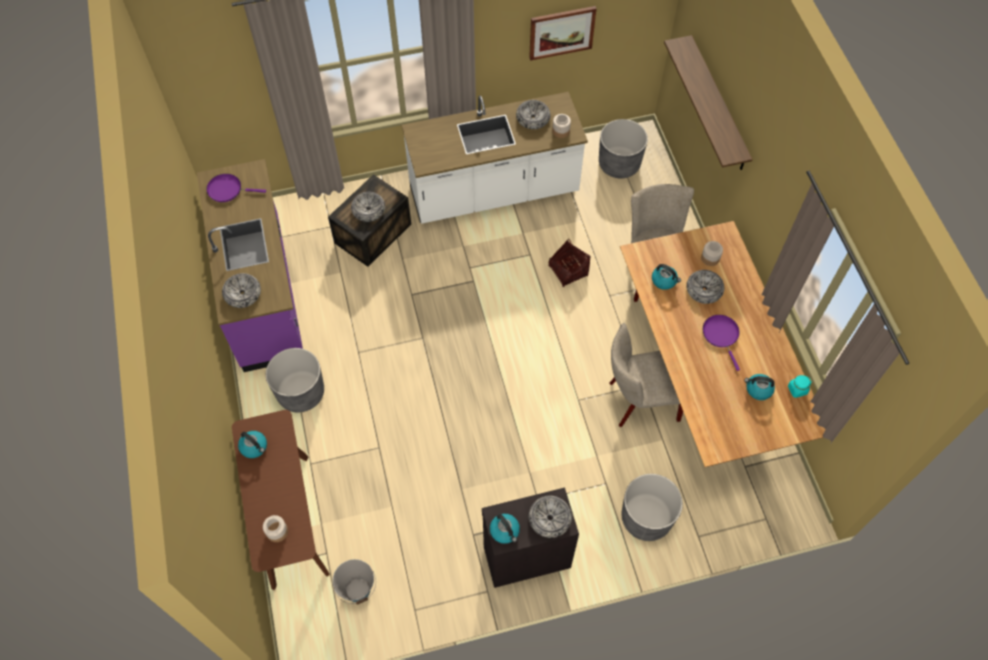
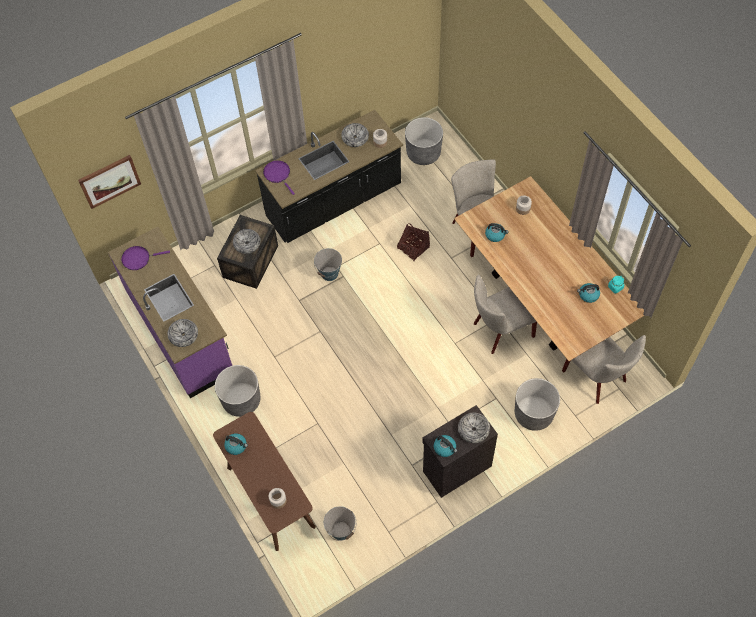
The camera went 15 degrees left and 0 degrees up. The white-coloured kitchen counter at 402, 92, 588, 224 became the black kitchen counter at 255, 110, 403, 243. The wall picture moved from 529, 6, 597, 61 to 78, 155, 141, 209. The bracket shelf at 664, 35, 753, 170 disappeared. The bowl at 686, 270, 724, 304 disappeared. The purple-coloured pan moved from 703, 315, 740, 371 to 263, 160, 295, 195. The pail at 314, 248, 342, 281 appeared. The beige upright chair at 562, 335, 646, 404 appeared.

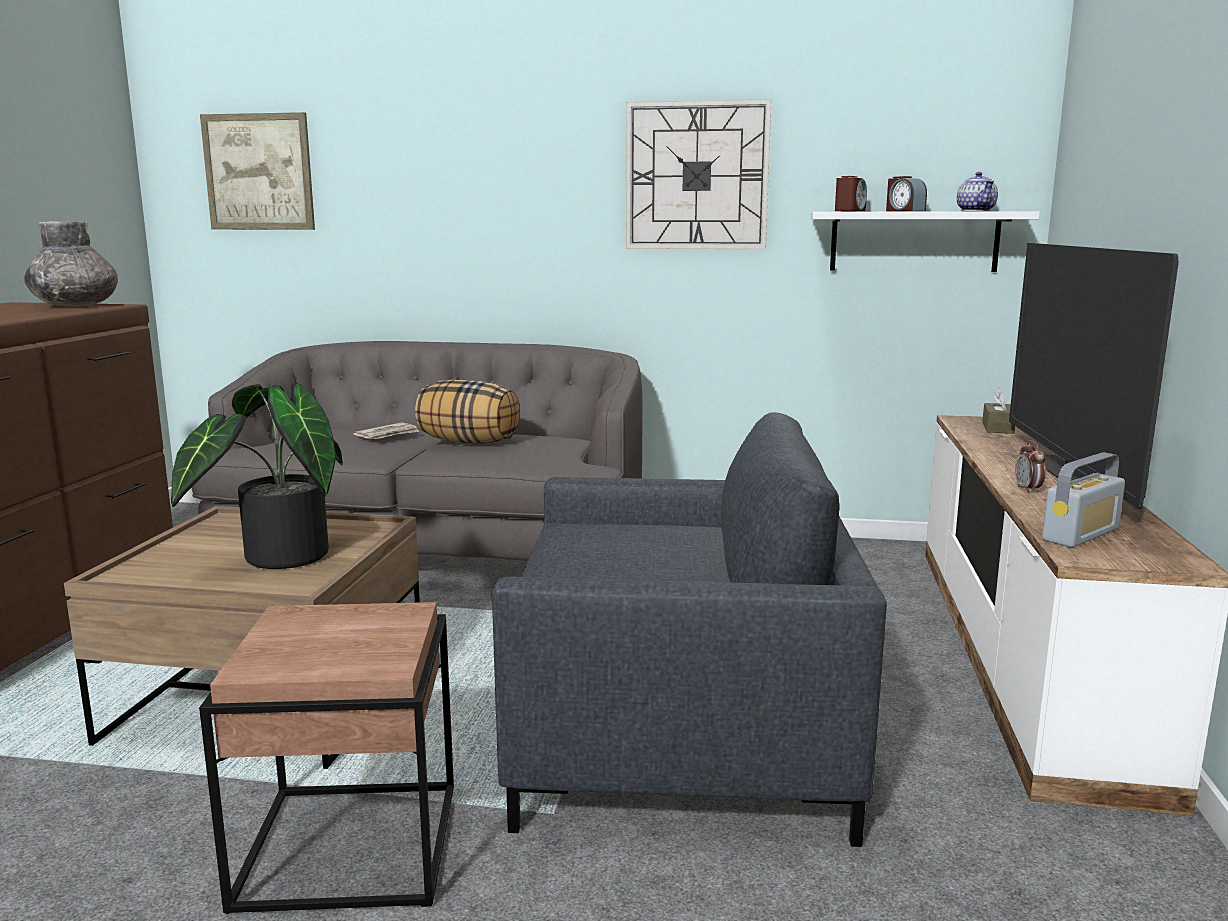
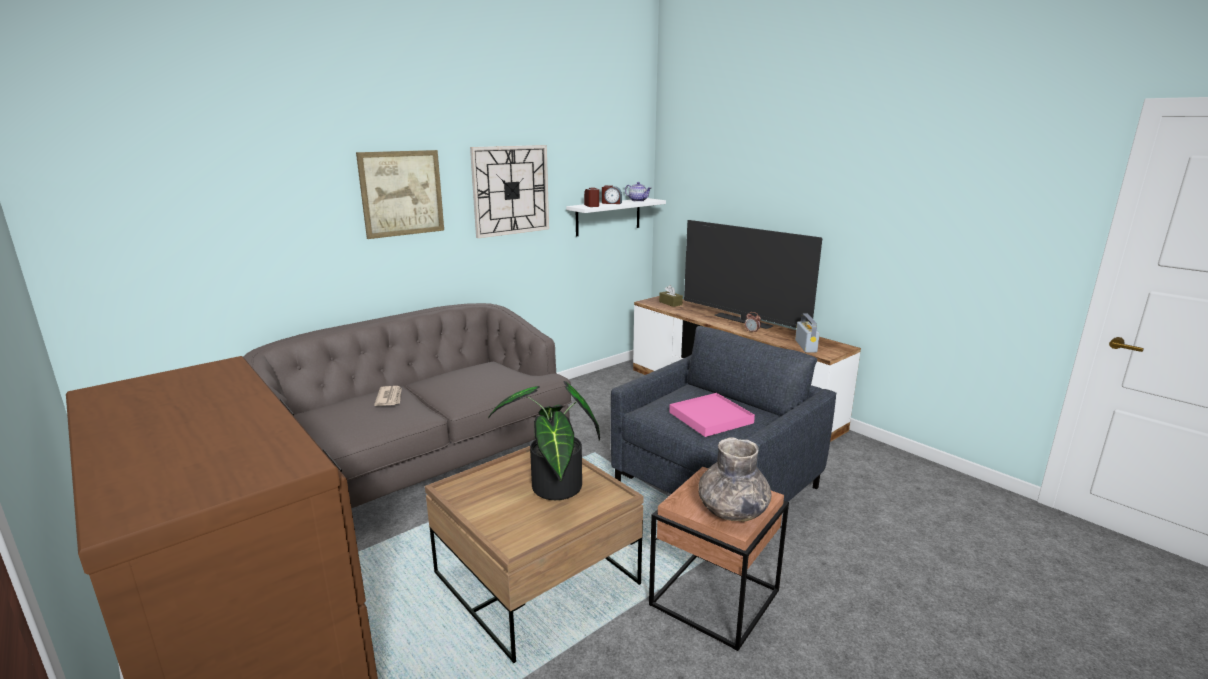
The camera went 50 degrees left and 5 degrees up. The gray decorative vase moved from 24, 221, 118, 306 to 698, 438, 771, 522. The wall picture moved from 200, 112, 315, 230 to 356, 150, 444, 239. The cushion at 415, 380, 520, 444 disappeared. The pink carrying tray at 669, 393, 755, 437 appeared.

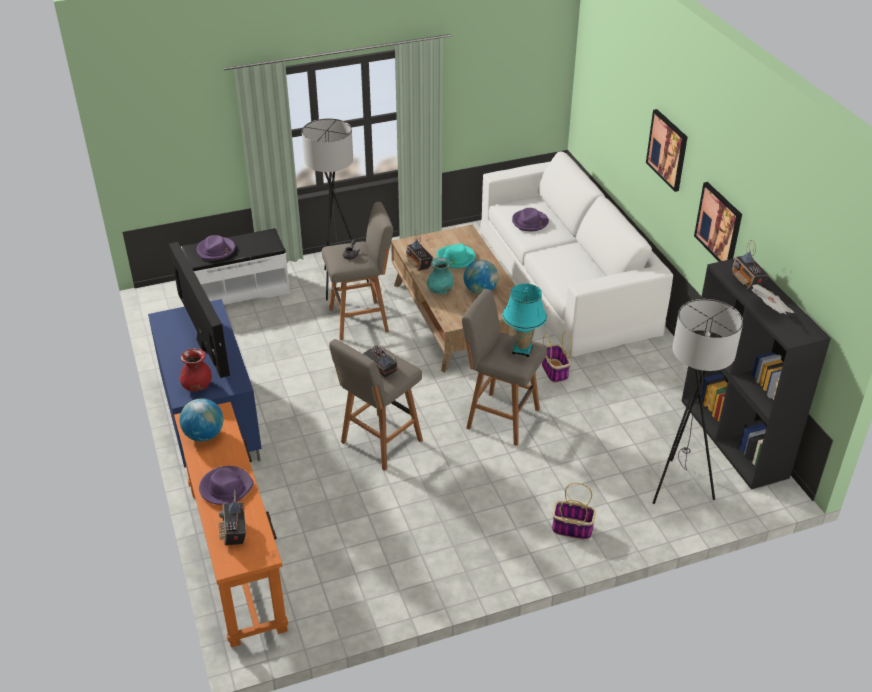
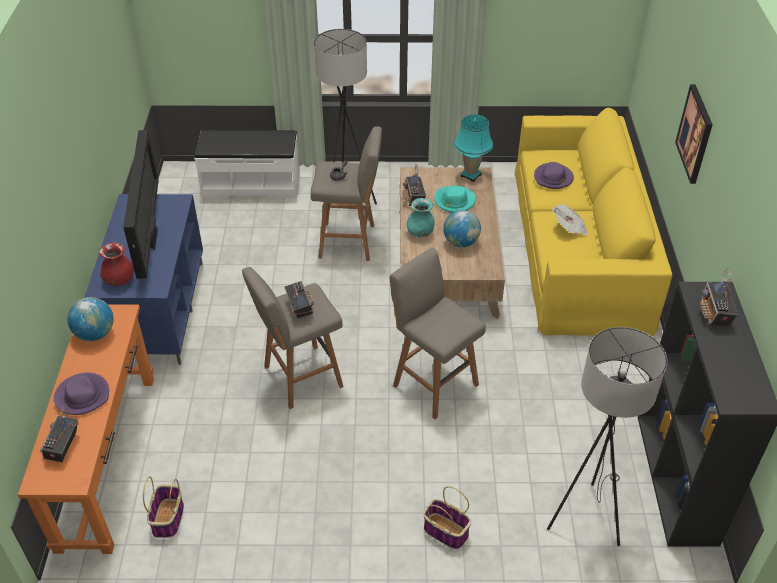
The camera went 20 degrees right and 5 degrees up. The purple-coloured hat at 197, 235, 235, 260 disappeared. The white-coloured couch at 480, 152, 673, 357 became the yellowish couch at 515, 108, 672, 336. The turquoise-coloured table lamp moved from 502, 283, 547, 357 to 454, 115, 493, 182. The storage basket moved from 542, 331, 572, 383 to 143, 476, 184, 538. The wall picture at 694, 182, 742, 262 disappeared. The printed paper moved from 751, 284, 794, 314 to 553, 204, 589, 236.

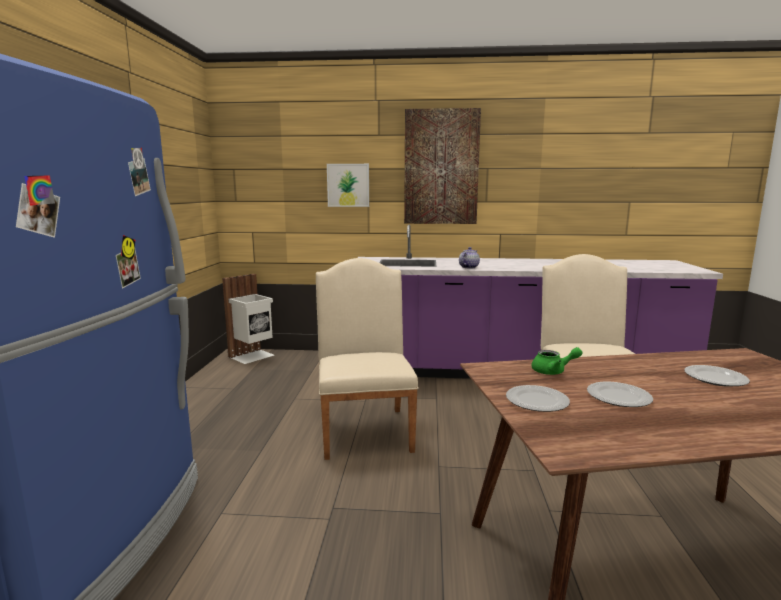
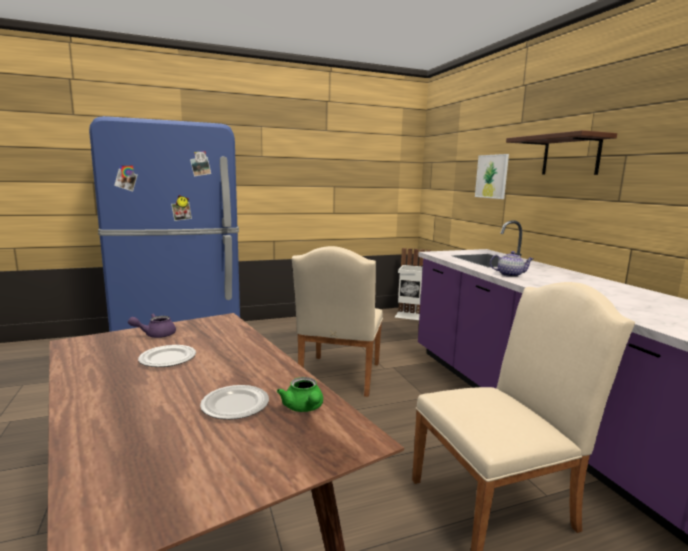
The camera went 65 degrees right and 0 degrees up. The beige upright chair at 316, 258, 419, 460 turned 135 degrees clockwise. The wall picture at 404, 108, 481, 224 was replaced by the brown bracket shelf at 506, 130, 617, 175. The flat dish at 506, 385, 570, 412 was replaced by the purple-coloured tea pot at 128, 314, 176, 338. The green-coloured tea pot moved from 532, 347, 582, 375 to 277, 377, 323, 412.

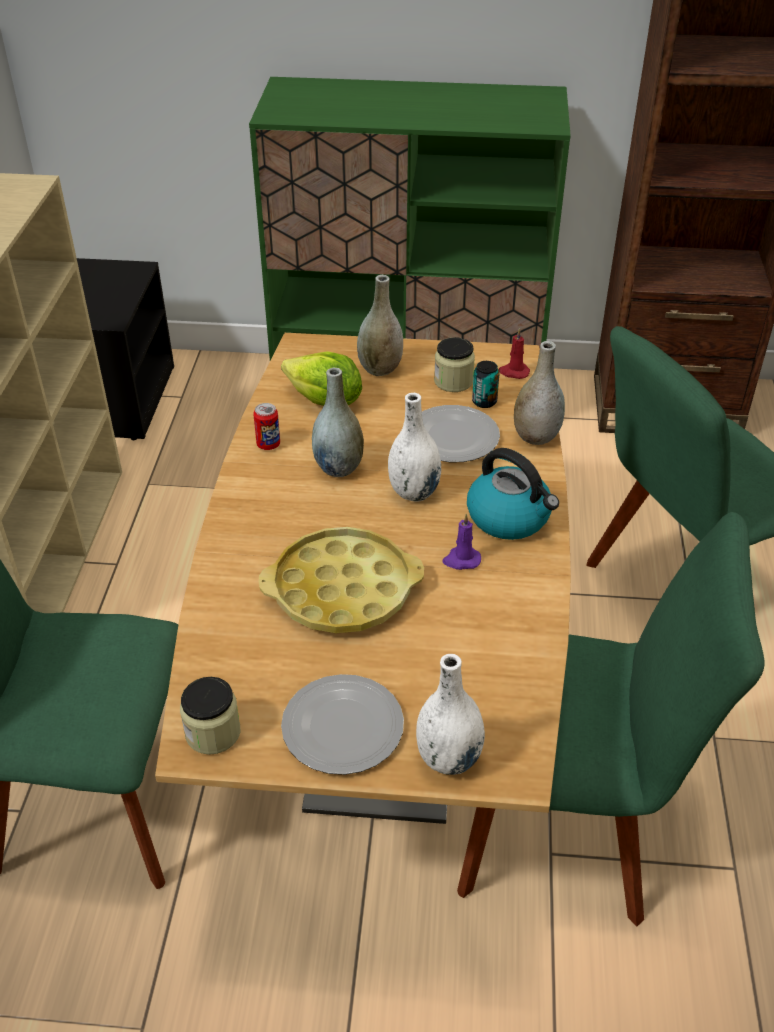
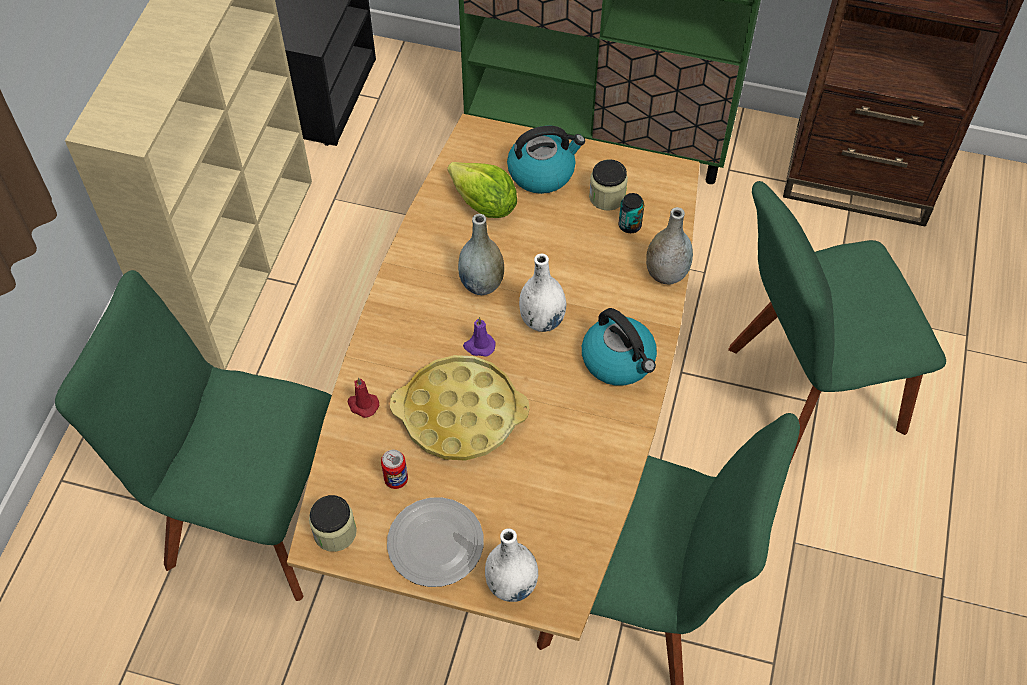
The camera went 10 degrees right and 15 degrees up. The can moved from 253, 403, 280, 450 to 381, 450, 408, 489. The gray decorative vase at 357, 275, 403, 376 was replaced by the kettle at 507, 126, 585, 194. The flat dish at 422, 405, 500, 462 disappeared. The purple-coloured wax candle moved from 442, 514, 481, 570 to 463, 317, 495, 356. The red wax candle moved from 499, 329, 530, 379 to 348, 377, 379, 418.

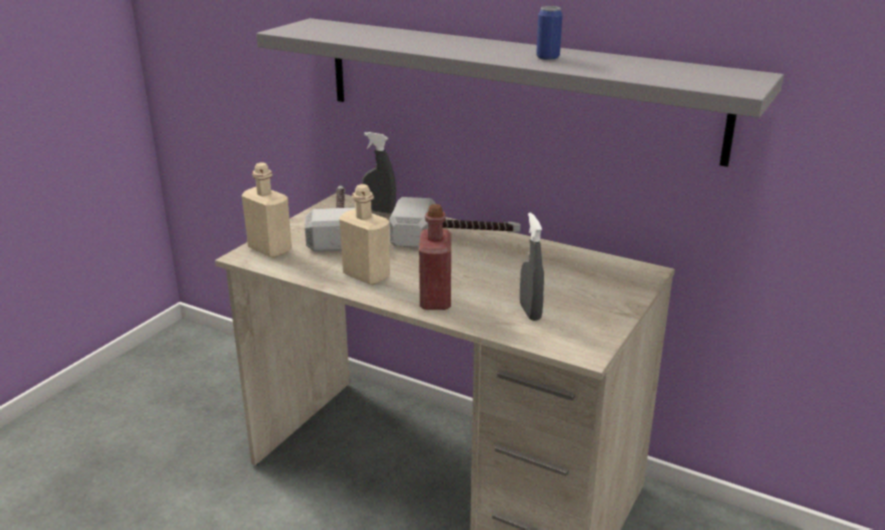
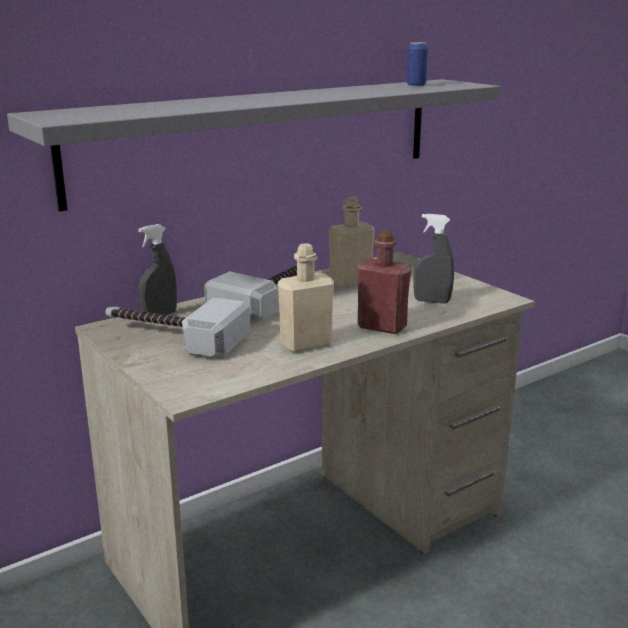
The camera went 65 degrees left and 5 degrees down. The beige drink bottle moved from 242, 163, 292, 258 to 329, 197, 375, 286. The can moved from 536, 6, 562, 60 to 407, 42, 428, 86.

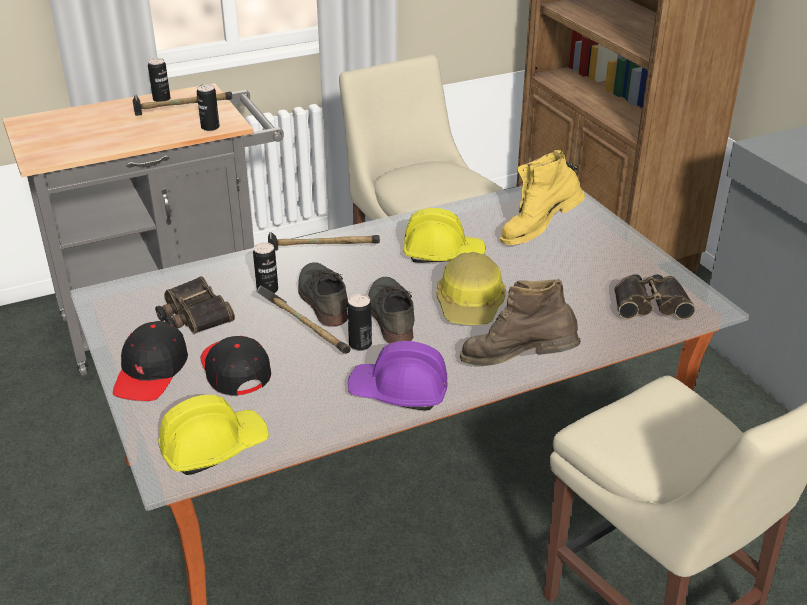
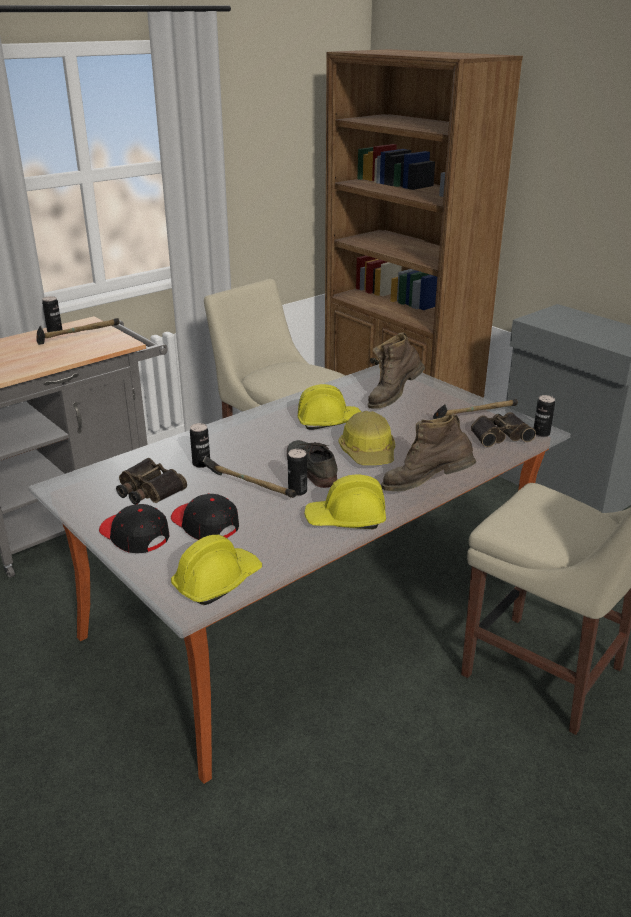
The camera went 15 degrees left and 5 degrees down. The black cap at 113, 321, 188, 401 turned 135 degrees clockwise. The can moved from 197, 84, 220, 131 to 533, 395, 555, 437. The hammer moved from 268, 232, 380, 250 to 433, 399, 518, 419. The gray low shoe at 298, 262, 348, 326 disappeared. The purple-coloured work helmet at 348, 341, 447, 411 became the yellowish work helmet at 304, 475, 386, 529. The yellowish tall boot at 500, 150, 585, 245 became the brown tall boot at 367, 332, 425, 409.

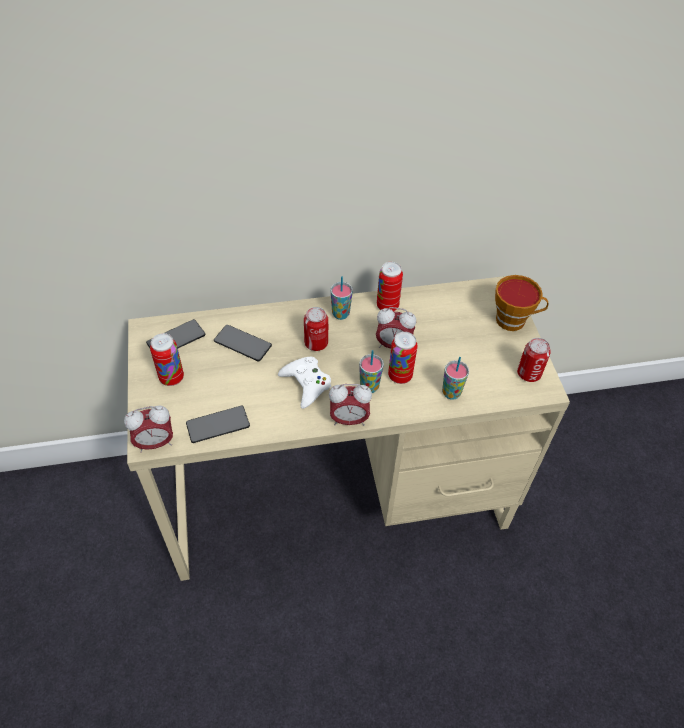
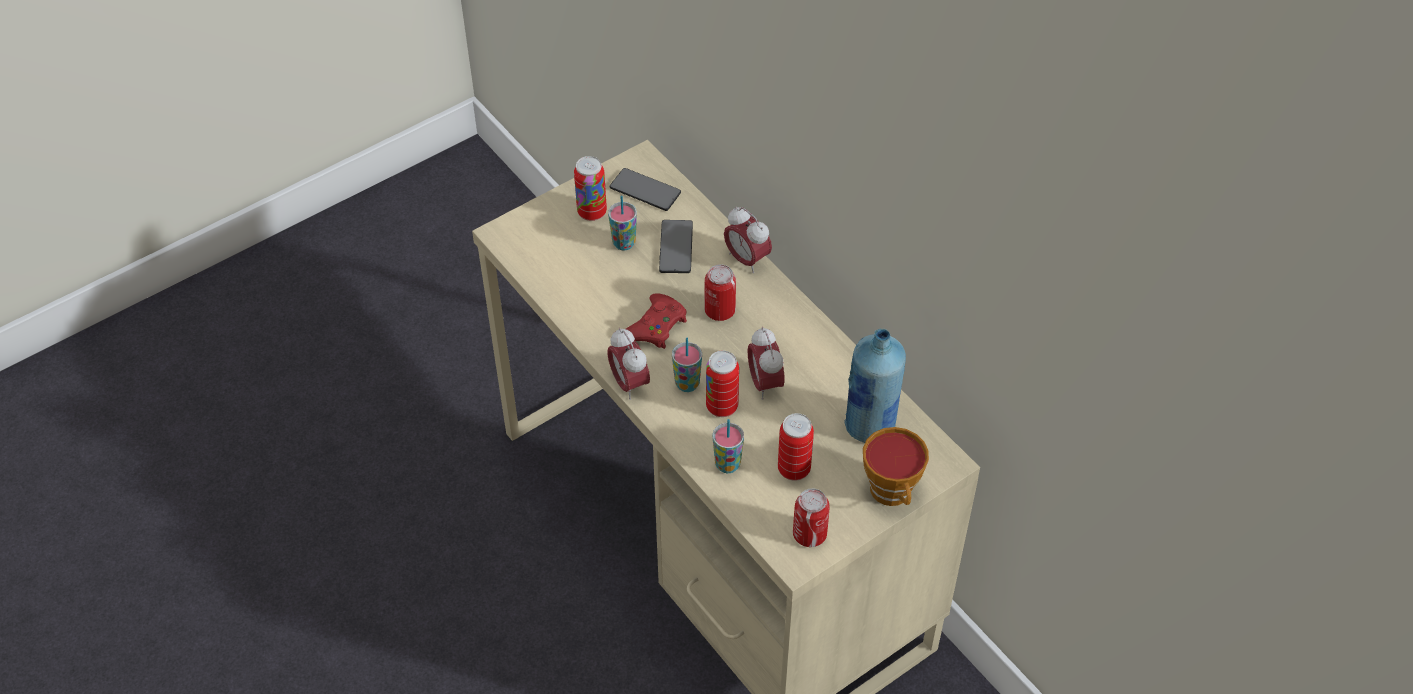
The camera went 65 degrees right and 0 degrees up. The bedside clock moved from 124, 406, 173, 453 to 724, 206, 772, 274. The telephone at 186, 406, 250, 443 disappeared. The white-coloured joypad at 278, 357, 331, 409 became the red joypad at 626, 293, 687, 349. The drinking cup moved from 330, 276, 353, 320 to 608, 195, 637, 251. The can moved from 377, 262, 403, 312 to 778, 413, 814, 481. The blue drink bottle at 845, 329, 906, 443 appeared.

